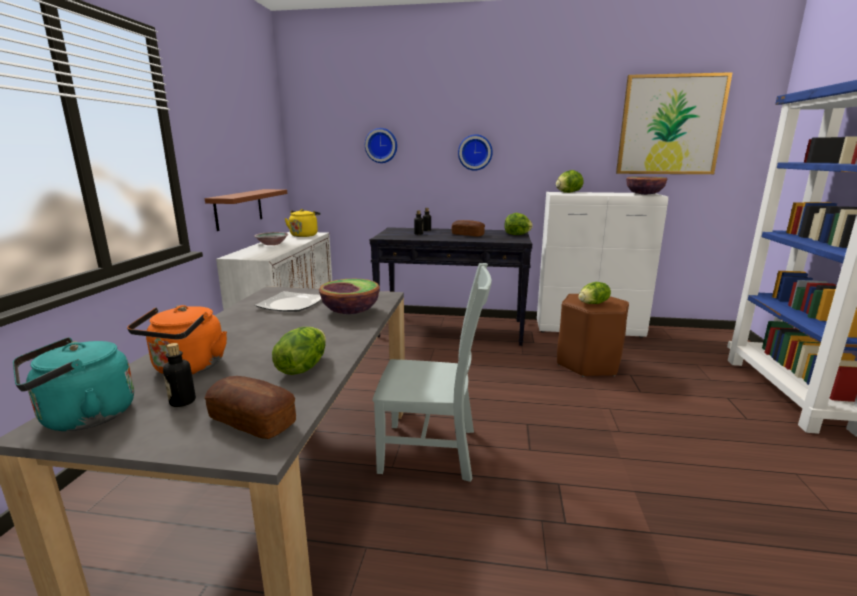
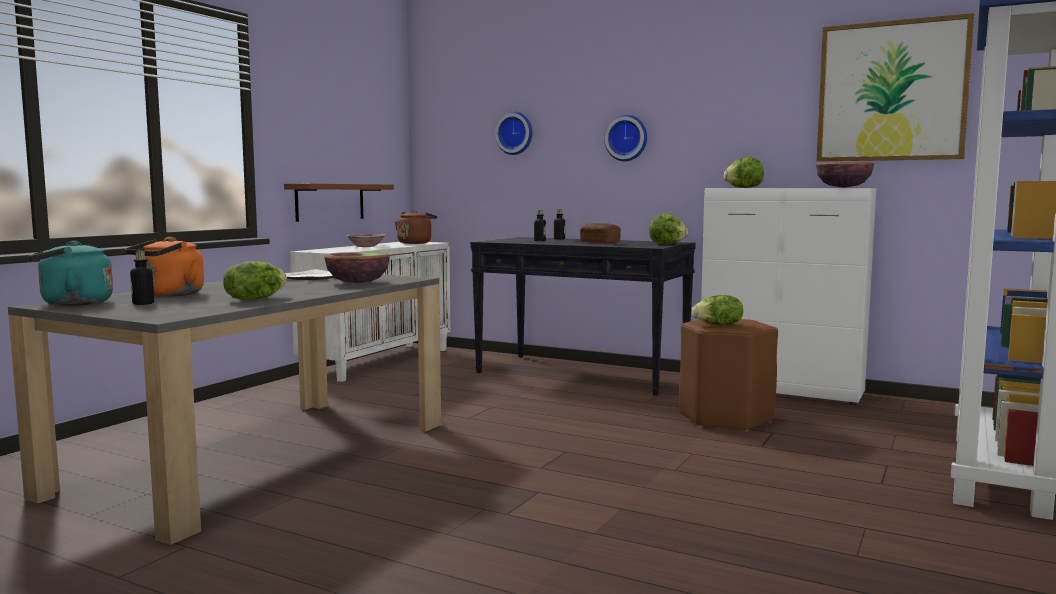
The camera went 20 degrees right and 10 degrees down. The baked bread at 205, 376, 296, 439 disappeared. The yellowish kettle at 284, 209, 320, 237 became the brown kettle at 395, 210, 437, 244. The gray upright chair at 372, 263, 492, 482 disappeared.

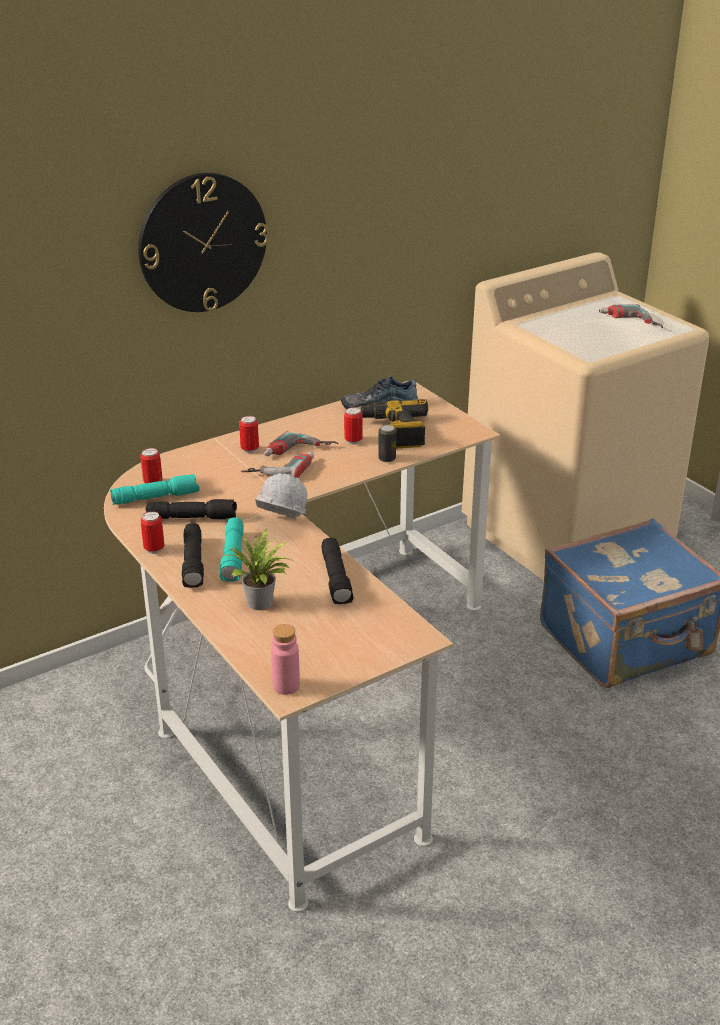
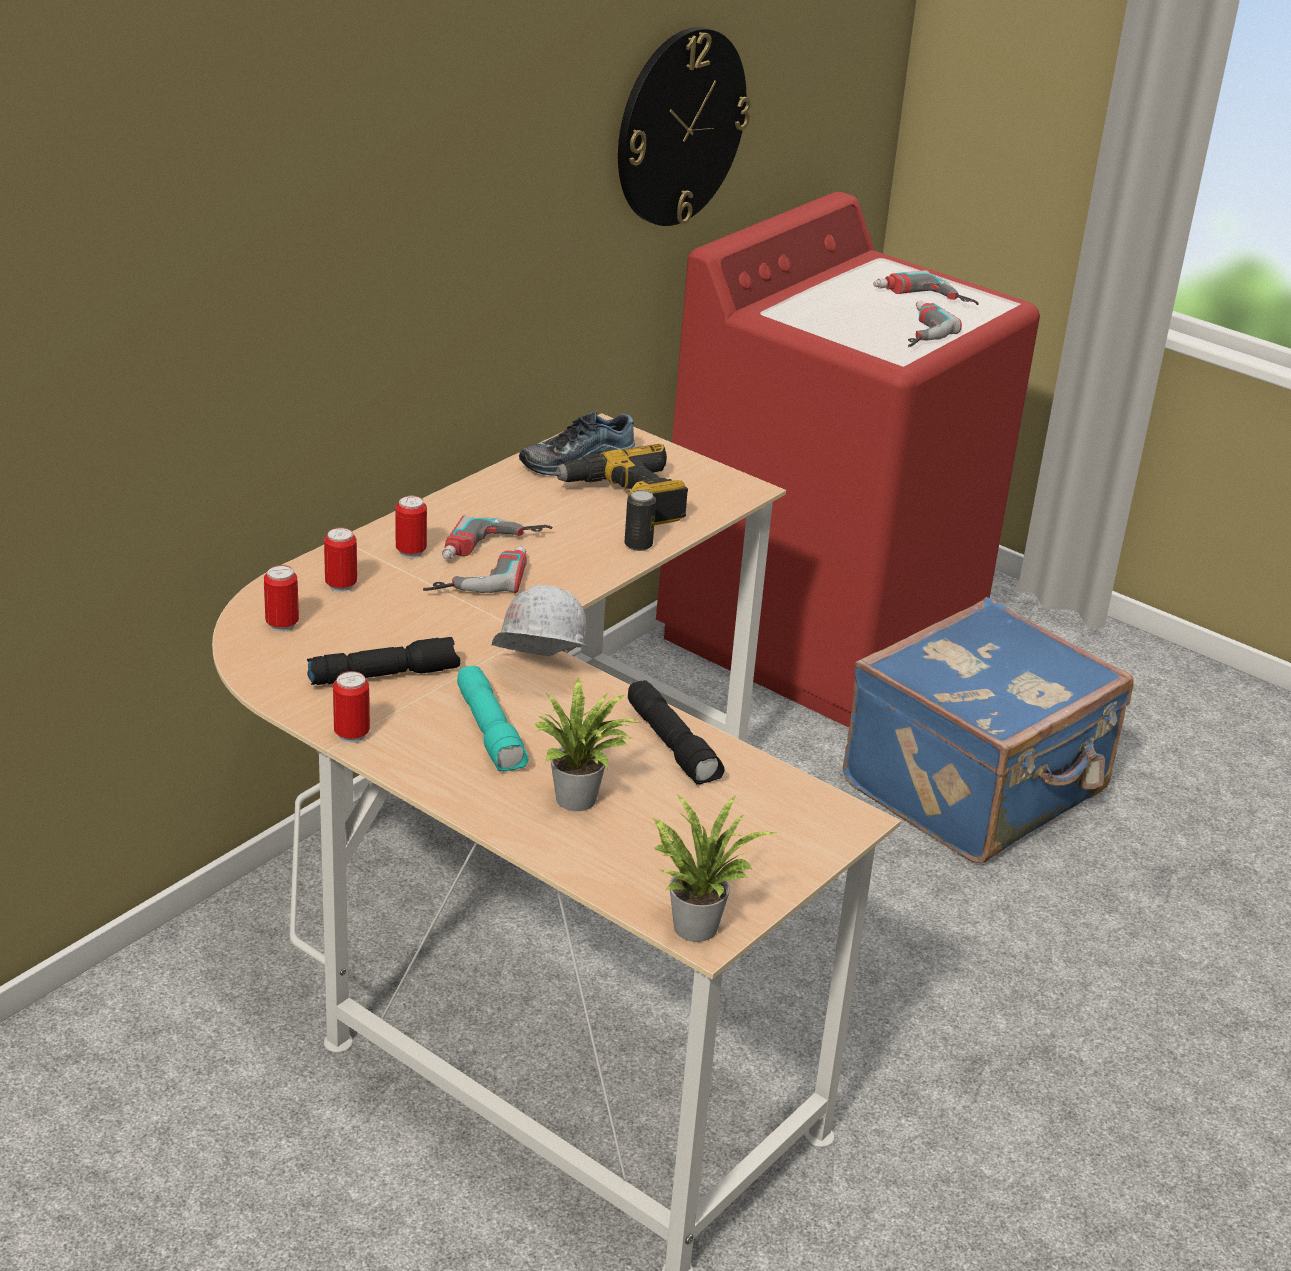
The camera went 20 degrees left and 0 degrees up. The turquoise-coloured flashlight at 110, 474, 200, 505 disappeared. The hanging clock moved from 138, 173, 268, 312 to 618, 27, 751, 226. The black flashlight at 182, 523, 204, 588 disappeared. The pink drink bottle at 271, 624, 300, 695 was replaced by the houseplant at 654, 793, 776, 942. The can moved from 344, 407, 362, 444 to 324, 527, 357, 592. The beige washing machine at 462, 252, 709, 581 became the red washing machine at 656, 192, 1040, 727. The power drill at 908, 301, 962, 347 appeared.

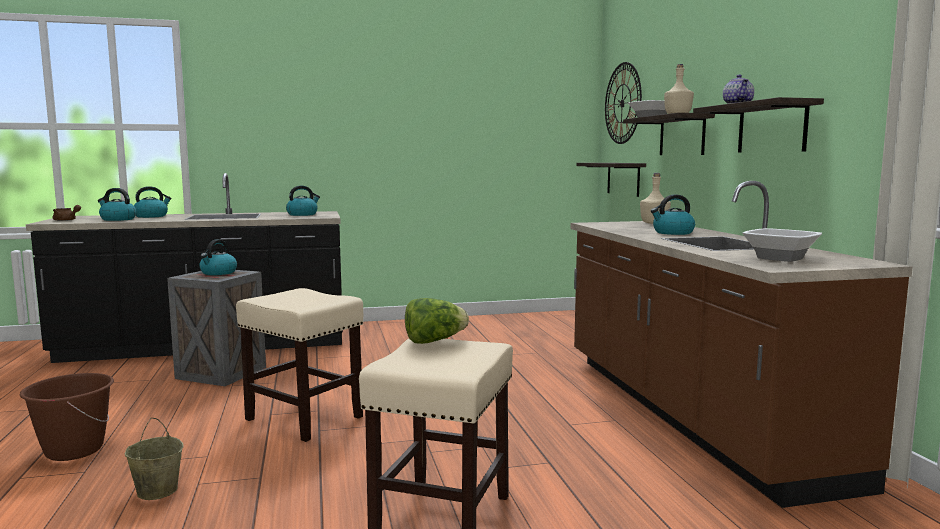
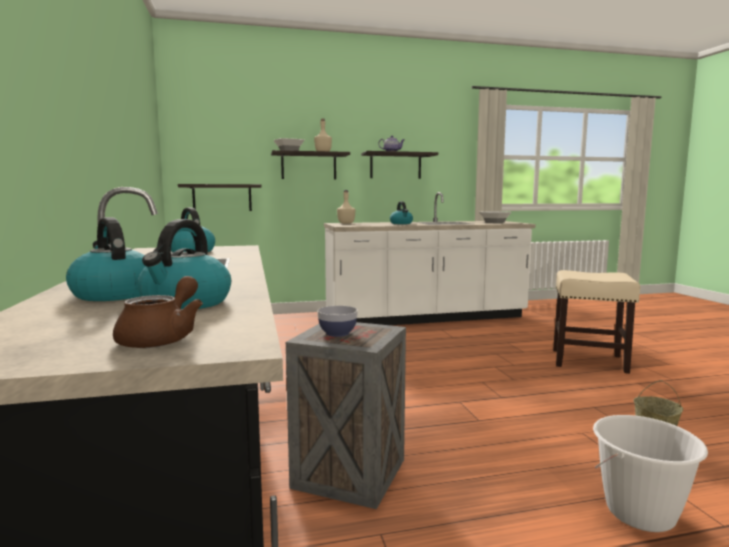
The camera went 90 degrees left and 0 degrees up. The brown pail at 20, 373, 114, 461 became the white-coloured pail at 593, 415, 708, 532. The kettle at 199, 239, 237, 275 was replaced by the bowl at 317, 306, 358, 337. The beige stool at 236, 288, 363, 442 disappeared. The lettuce head at 405, 298, 469, 344 disappeared. The brown kitchen counter at 571, 181, 913, 508 became the white-coloured kitchen counter at 324, 192, 535, 325. The hanging clock at 605, 62, 642, 144 disappeared.

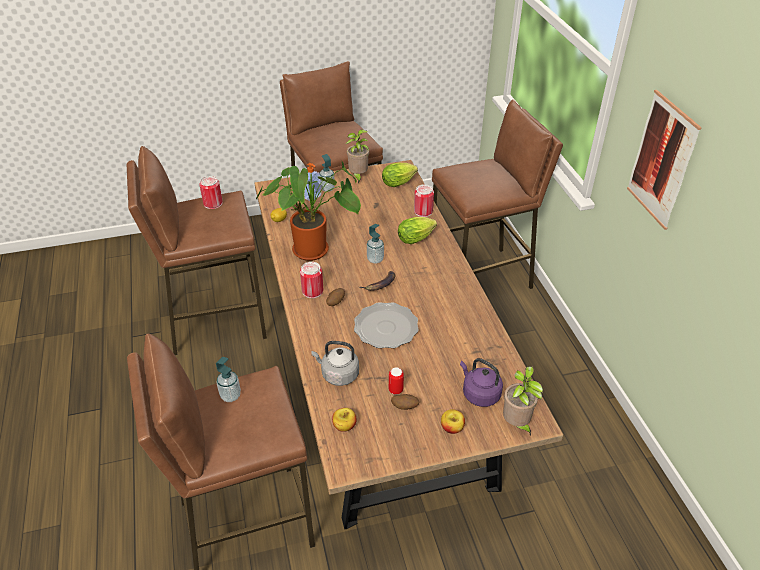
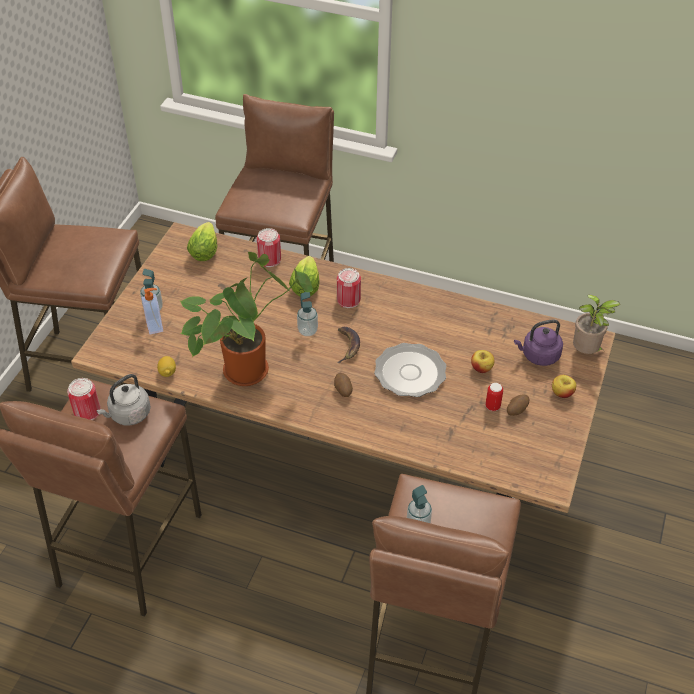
The camera went 55 degrees left and 5 degrees up. The can moved from 300, 262, 323, 298 to 337, 268, 361, 308. The gray kettle moved from 311, 341, 359, 386 to 97, 374, 151, 425. The whole apple moved from 332, 408, 357, 432 to 471, 350, 494, 373. The houseplant at 345, 130, 369, 183 disappeared. The wall picture at 627, 90, 702, 230 disappeared.

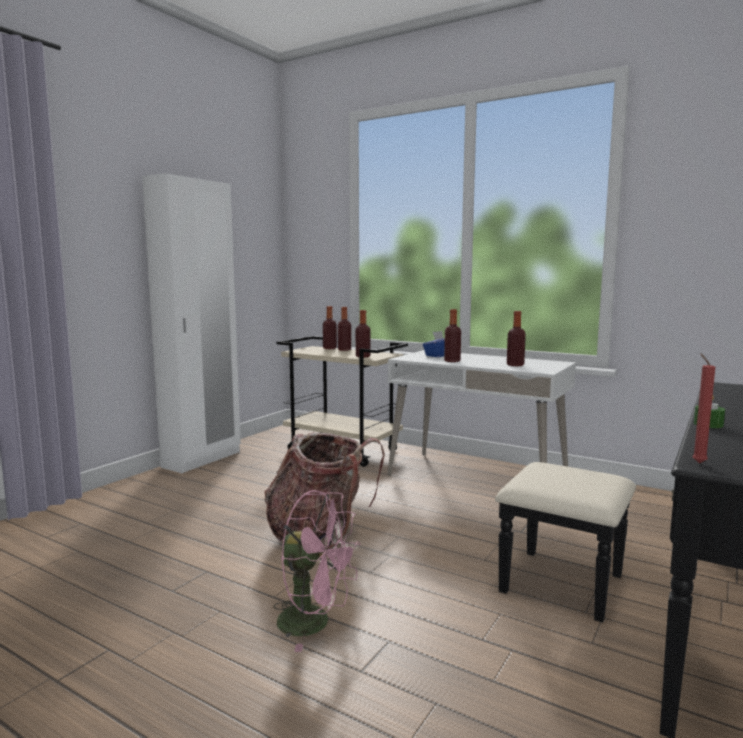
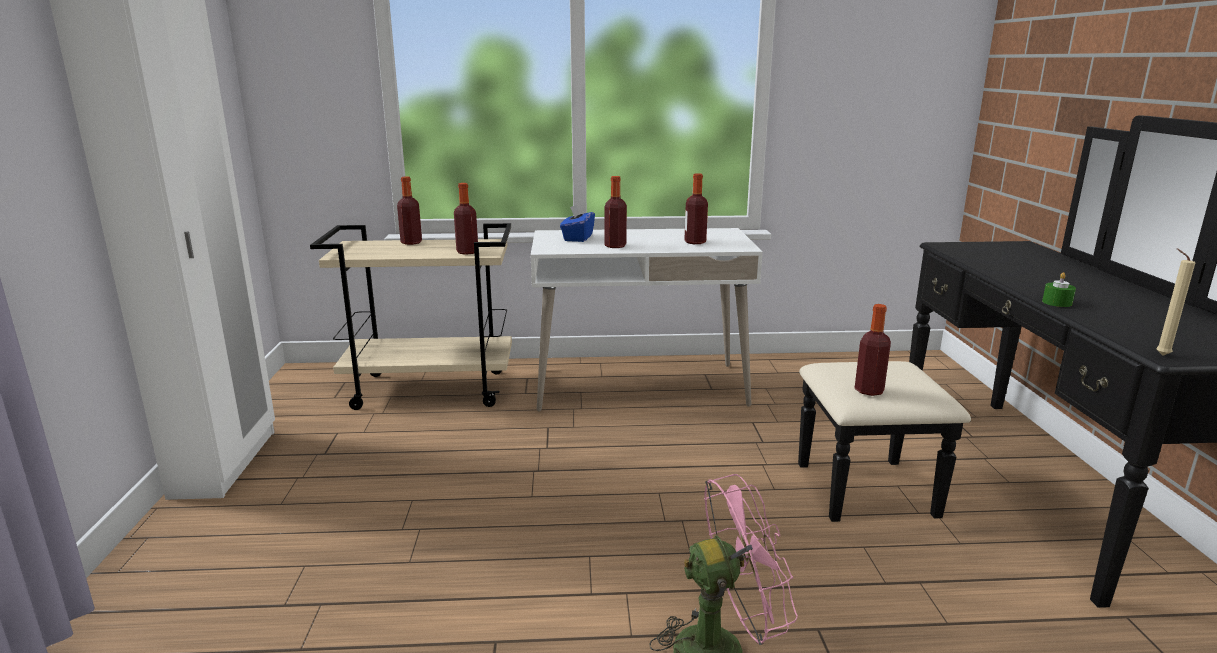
The camera went 35 degrees left and 10 degrees up. The rucksack at 264, 432, 385, 549 disappeared. The drink bottle moved from 323, 306, 337, 349 to 855, 304, 891, 396. The red wax candle at 692, 353, 715, 464 became the beige wax candle at 1156, 249, 1195, 355.

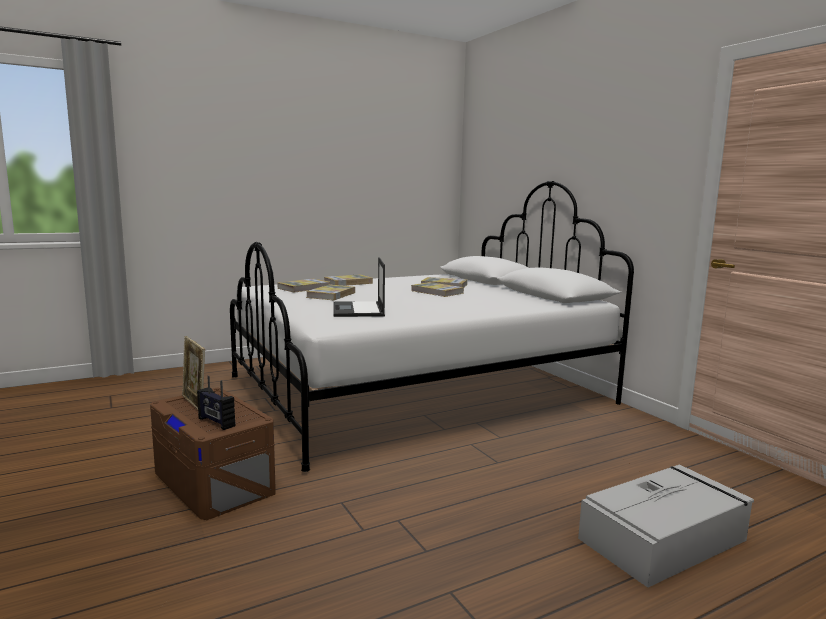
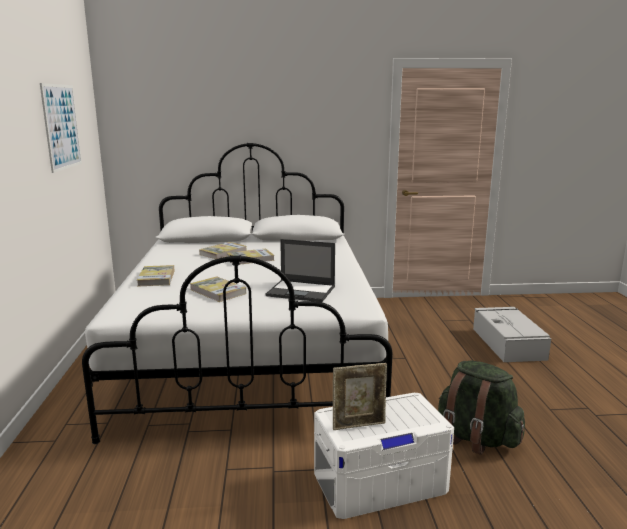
The camera went 65 degrees left and 5 degrees up. The brown storage bin at 150, 388, 276, 520 became the white-coloured storage bin at 314, 393, 454, 519. The radio set at 197, 376, 235, 430 disappeared. The book at 278, 279, 330, 293 disappeared. The wall picture at 40, 83, 82, 173 appeared. The green-coloured rucksack at 438, 361, 525, 455 appeared.

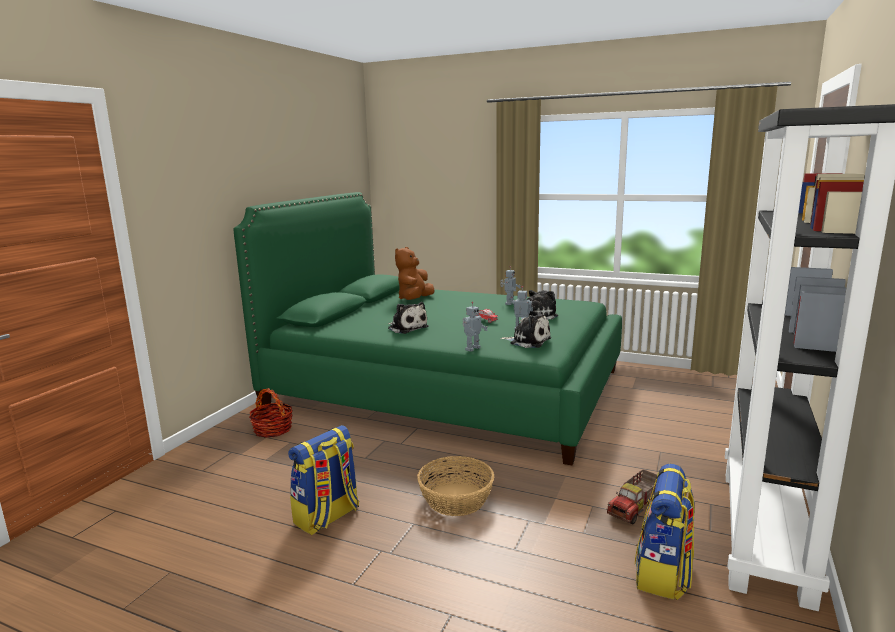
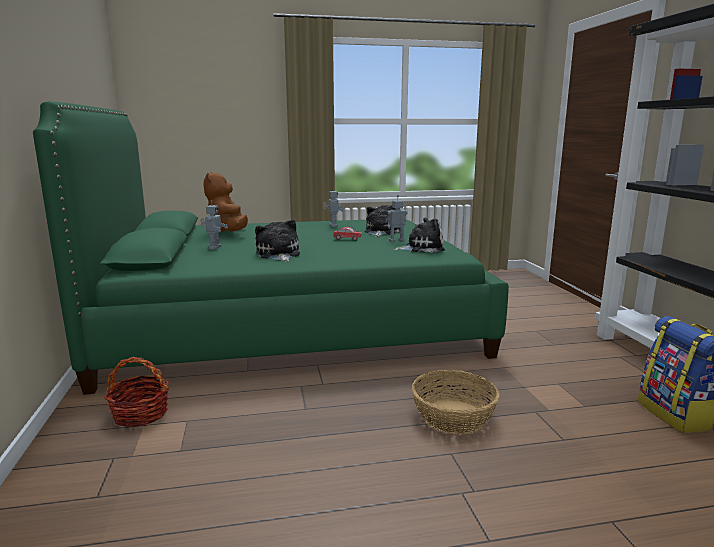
The camera went 35 degrees left and 0 degrees up. The rucksack at 288, 425, 359, 535 disappeared. The plush toy at 388, 302, 428, 334 turned 120 degrees counterclockwise. The robot figure moved from 463, 302, 488, 352 to 200, 200, 228, 250. The toy truck at 607, 469, 657, 524 disappeared.

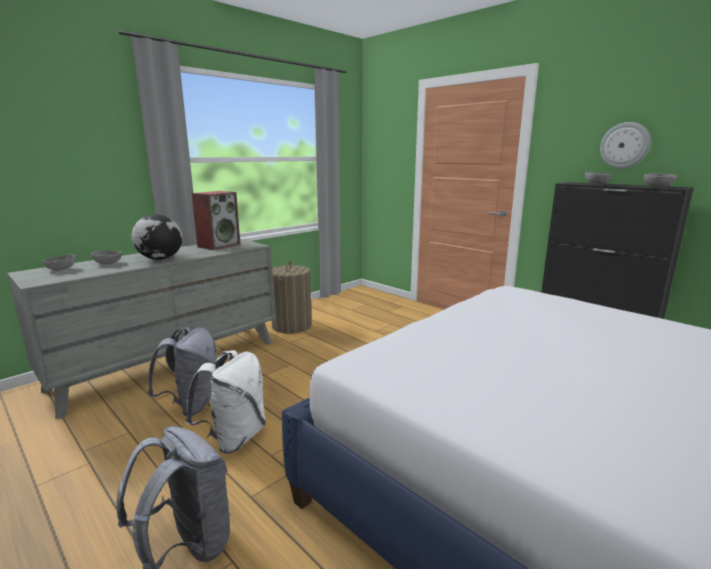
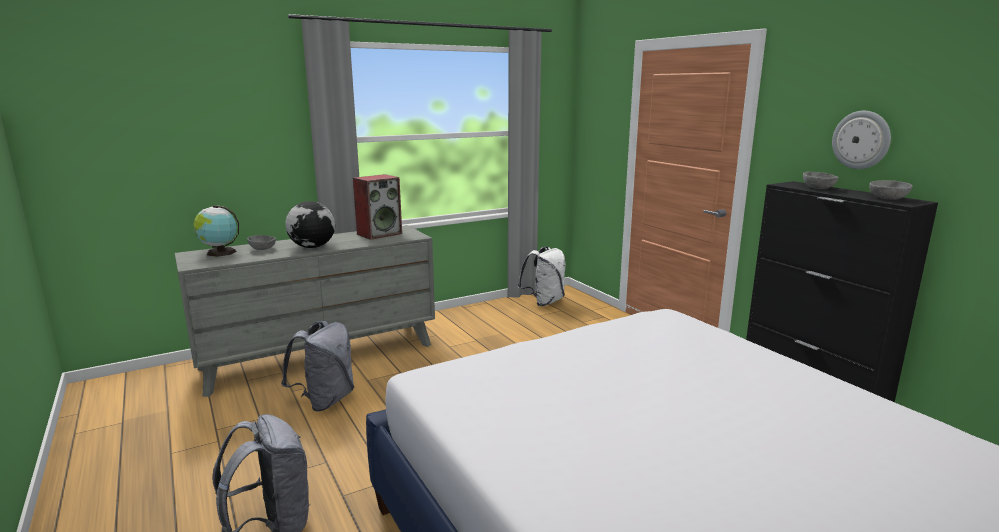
The camera went 15 degrees right and 0 degrees up. The gray bowl at 42, 255, 76, 271 was replaced by the desk globe at 193, 205, 239, 257. The white-coloured rucksack moved from 185, 350, 266, 454 to 518, 246, 566, 306. The laundry basket at 272, 261, 312, 334 disappeared.

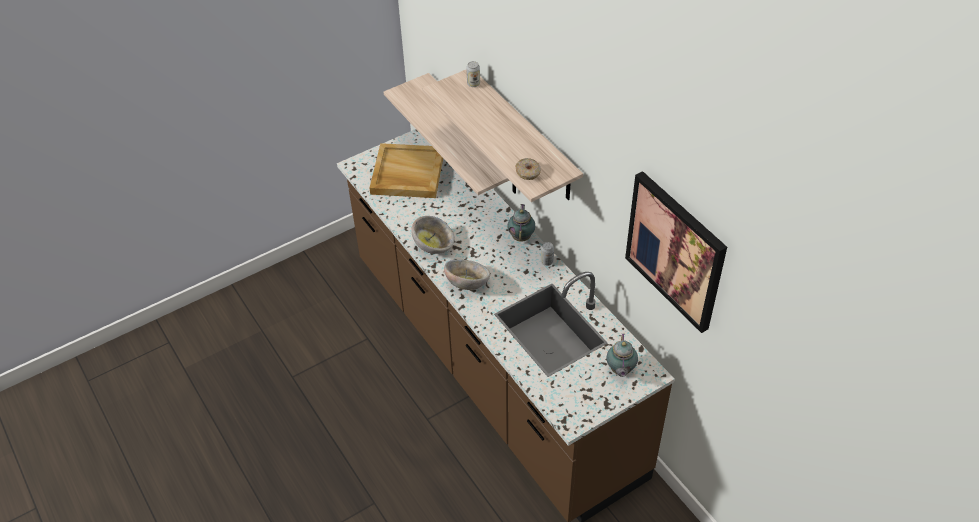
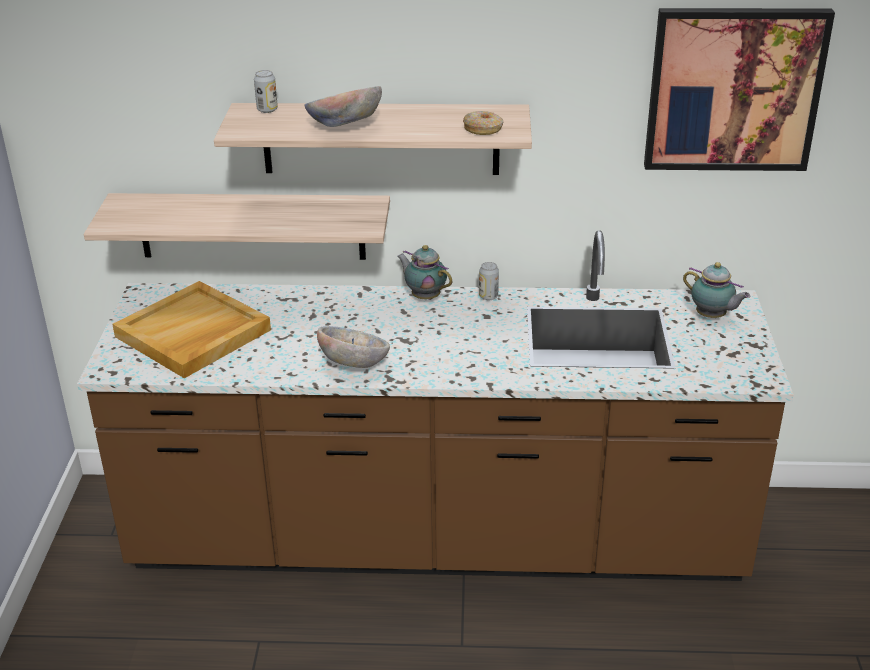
The camera went 55 degrees left and 15 degrees down. The bowl moved from 444, 260, 490, 290 to 304, 86, 382, 127.

